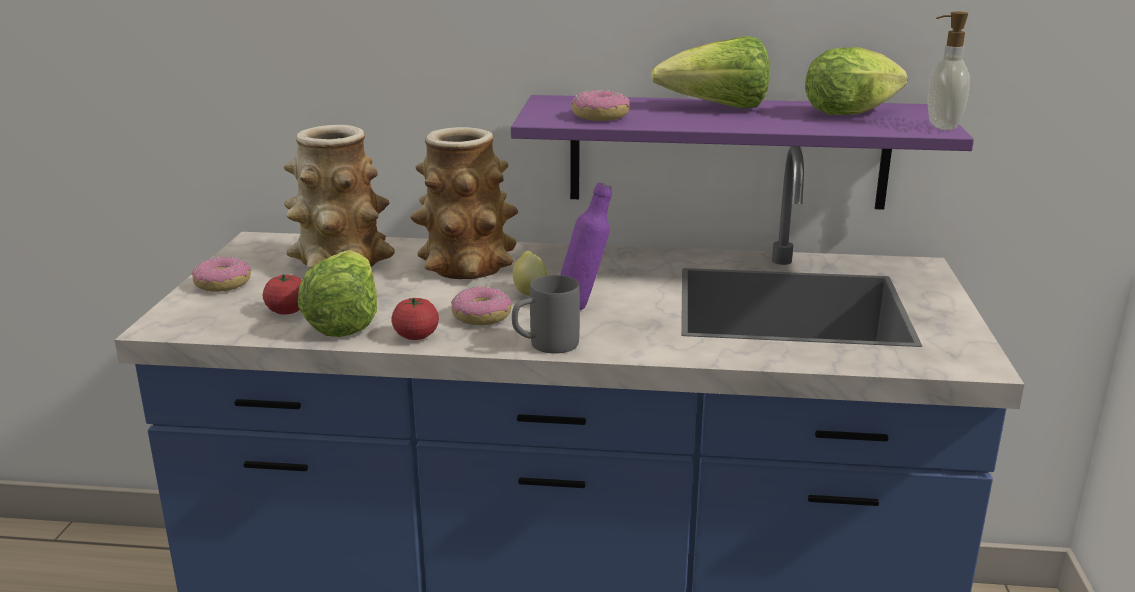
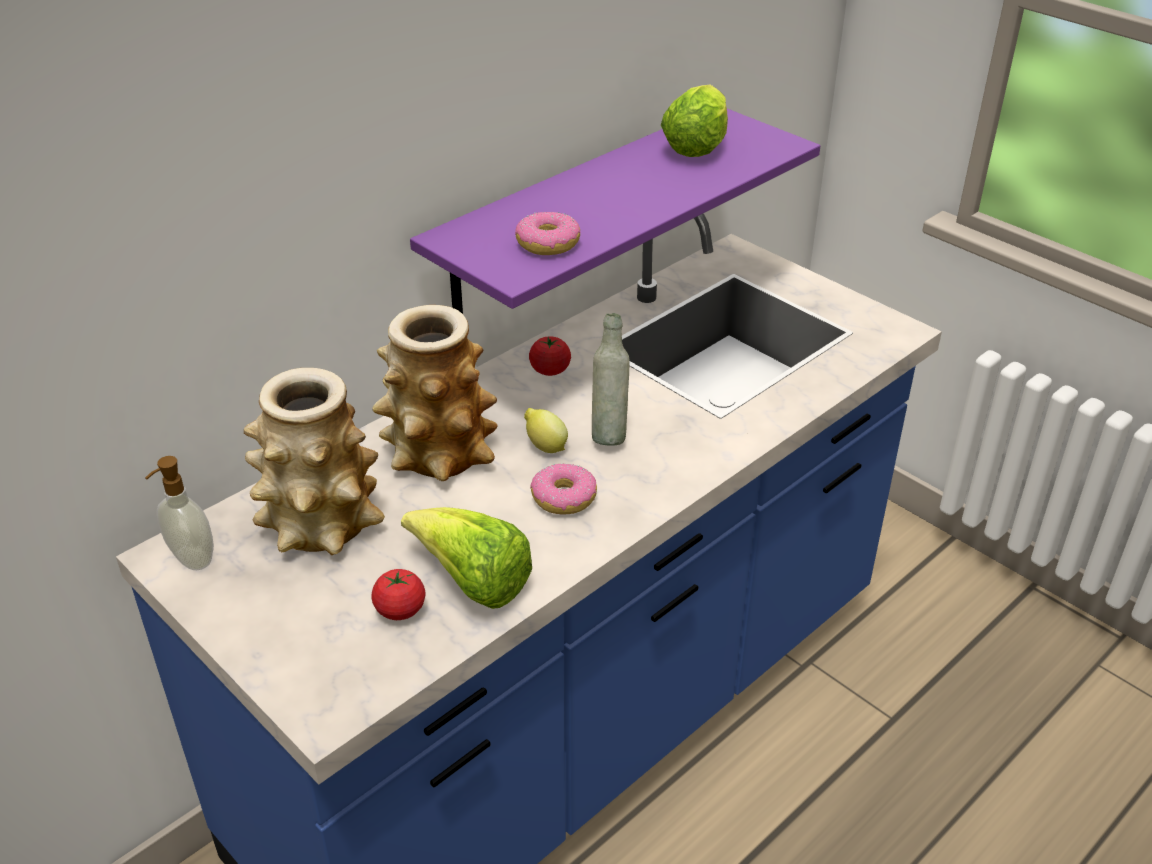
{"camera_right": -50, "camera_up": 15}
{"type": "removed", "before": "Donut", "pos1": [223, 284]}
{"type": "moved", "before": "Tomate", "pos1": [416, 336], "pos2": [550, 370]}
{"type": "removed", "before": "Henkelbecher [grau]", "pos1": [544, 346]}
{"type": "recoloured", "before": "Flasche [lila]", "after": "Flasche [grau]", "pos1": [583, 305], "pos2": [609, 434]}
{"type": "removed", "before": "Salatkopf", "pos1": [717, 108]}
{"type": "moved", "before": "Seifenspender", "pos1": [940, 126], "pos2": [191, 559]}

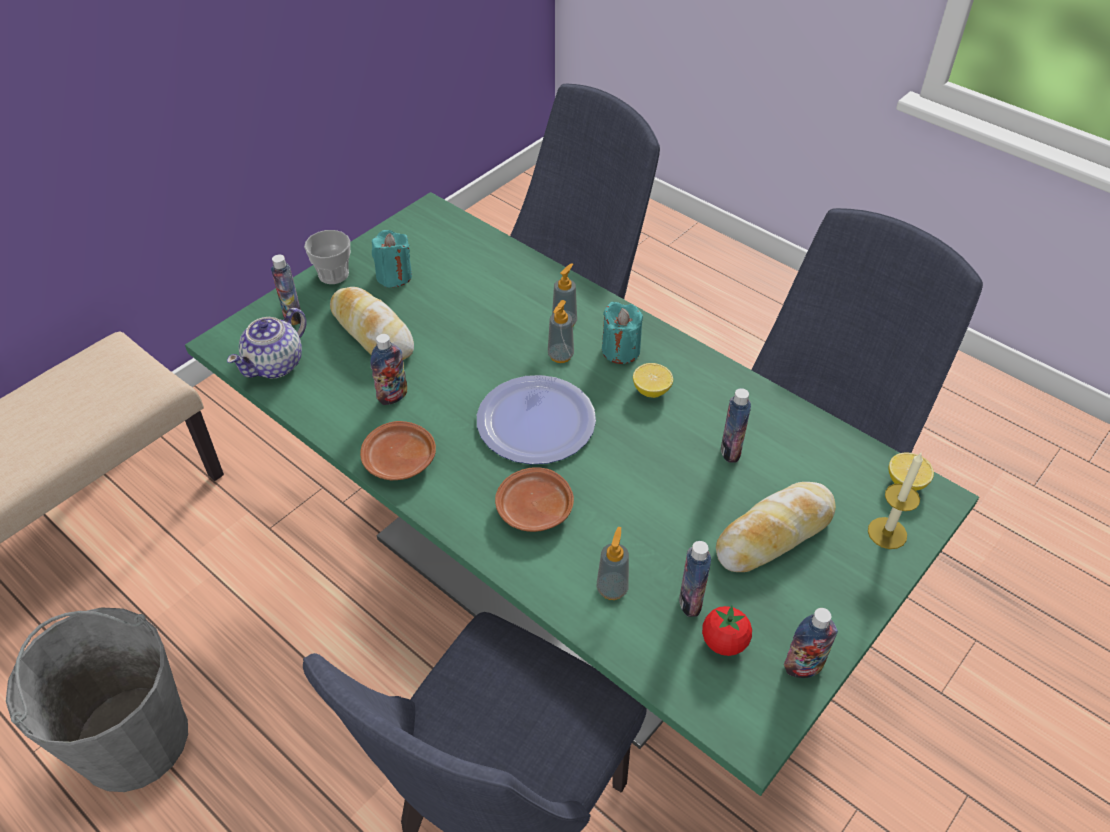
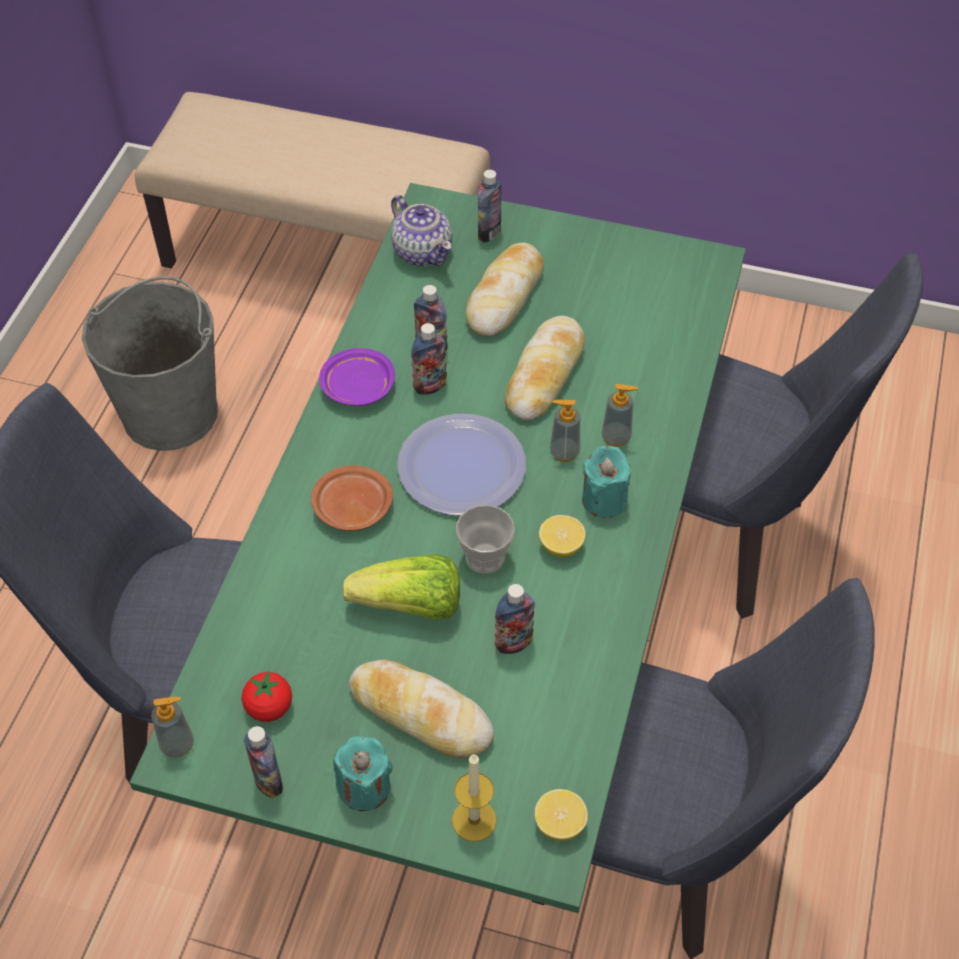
{"camera_right": 65, "camera_up": 5}
{"type": "turned", "before": "Teekanne", "pos1": [276, 364], "pos2": [422, 251], "turn": -135}
{"type": "moved", "before": "Tasse", "pos1": [333, 274], "pos2": [485, 557]}
{"type": "recoloured", "before": "Teller [braun]", "after": "Teller [lila]", "pos1": [400, 460], "pos2": [357, 387]}
{"type": "moved", "before": "Kerze [türkis]", "pos1": [394, 276], "pos2": [364, 787]}
{"type": "moved", "before": "Seifenspender", "pos1": [612, 588], "pos2": [177, 744]}
{"type": "moved", "before": "Flasche", "pos1": [690, 602], "pos2": [430, 386]}
{"type": "added", "after": "Salatkopf", "pos2": [411, 606]}
{"type": "added", "after": "Brot", "pos2": [544, 375]}

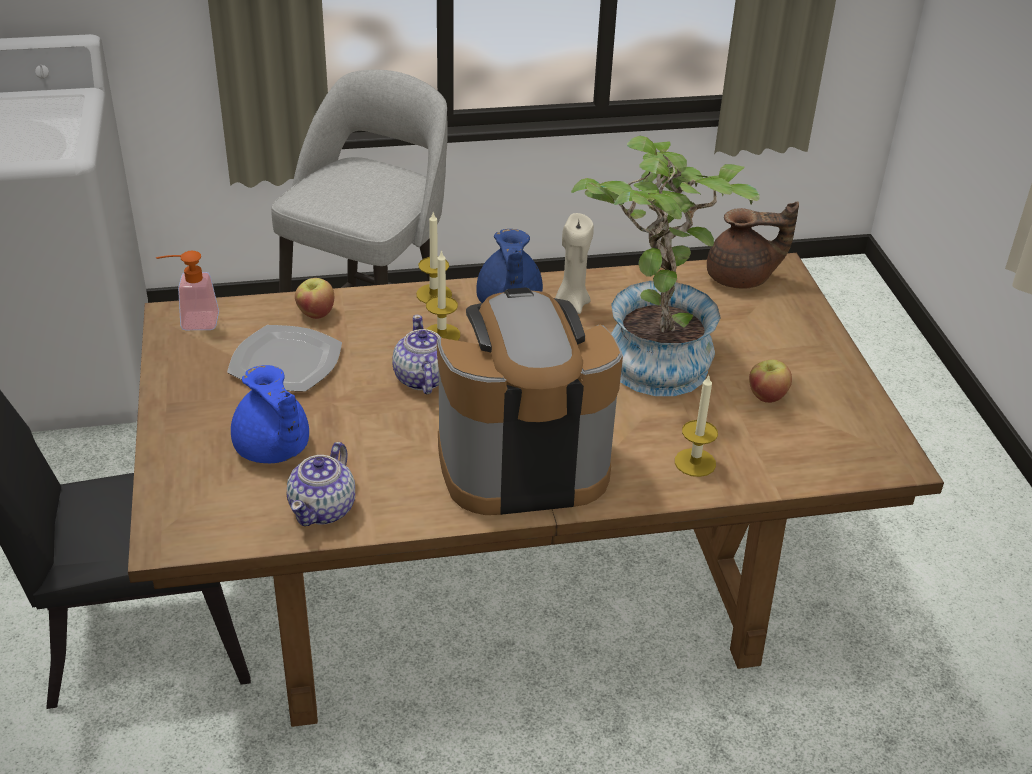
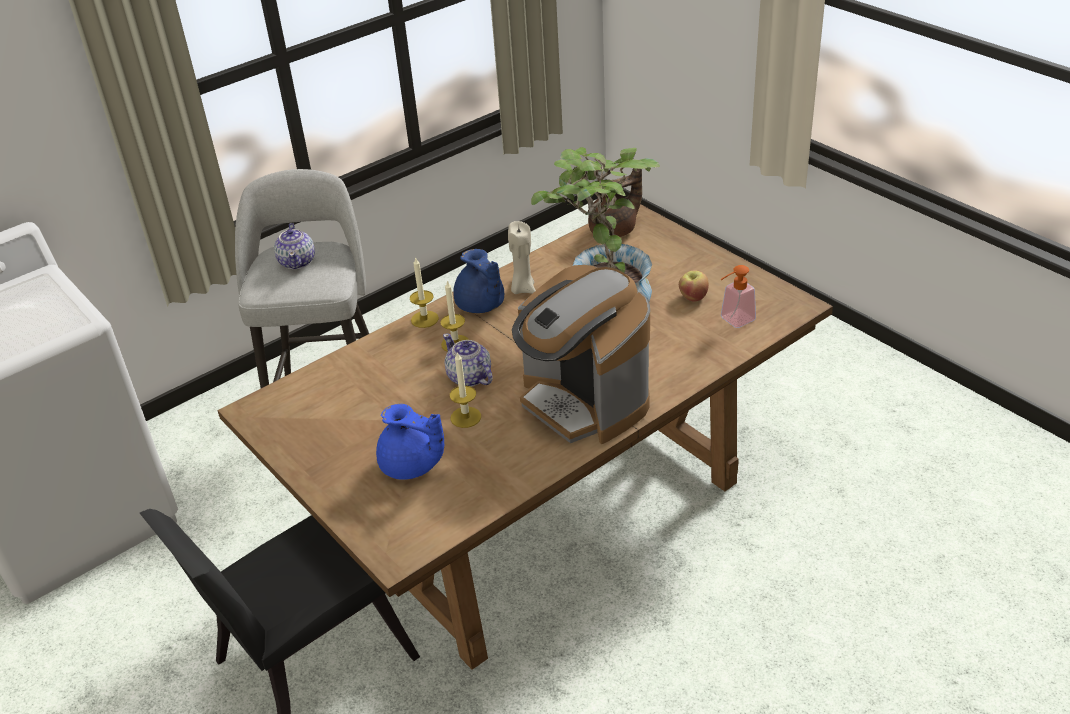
{"camera_right": -25, "camera_up": 0}
{"type": "moved", "before": "Seifenspender", "pos1": [192, 321], "pos2": [733, 321]}
{"type": "removed", "before": "Teller", "pos1": [285, 361]}
{"type": "moved", "before": "Teekanne", "pos1": [324, 508], "pos2": [297, 261]}
{"type": "removed", "before": "Apfel", "pos1": [315, 313]}
{"type": "turned", "before": "Kaffeemaschine", "pos1": [522, 463], "pos2": [583, 402], "turn": -90}
{"type": "moved", "before": "Kerze", "pos1": [695, 462], "pos2": [465, 417]}

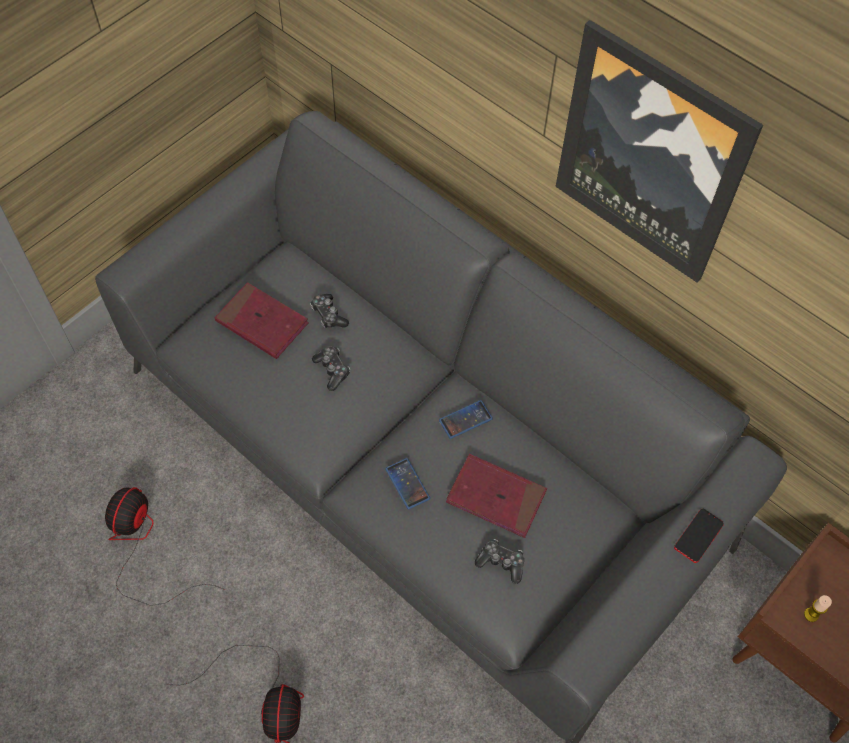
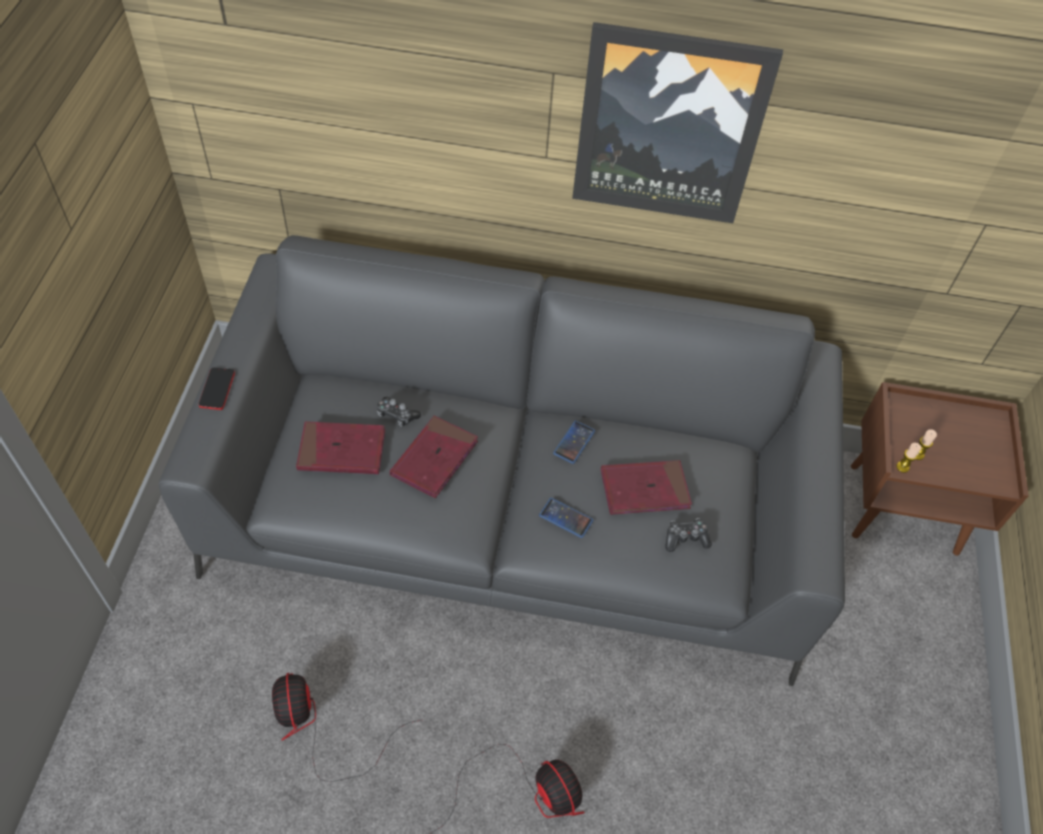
{"camera_right": -35, "camera_up": -5}
{"type": "replaced", "before": "Gamepad", "after": "Buch [rot]", "pos1": [332, 370], "pos2": [434, 459]}
{"type": "moved", "before": "Handy", "pos1": [698, 536], "pos2": [217, 389]}
{"type": "added", "after": "Kerze", "pos2": [902, 467]}

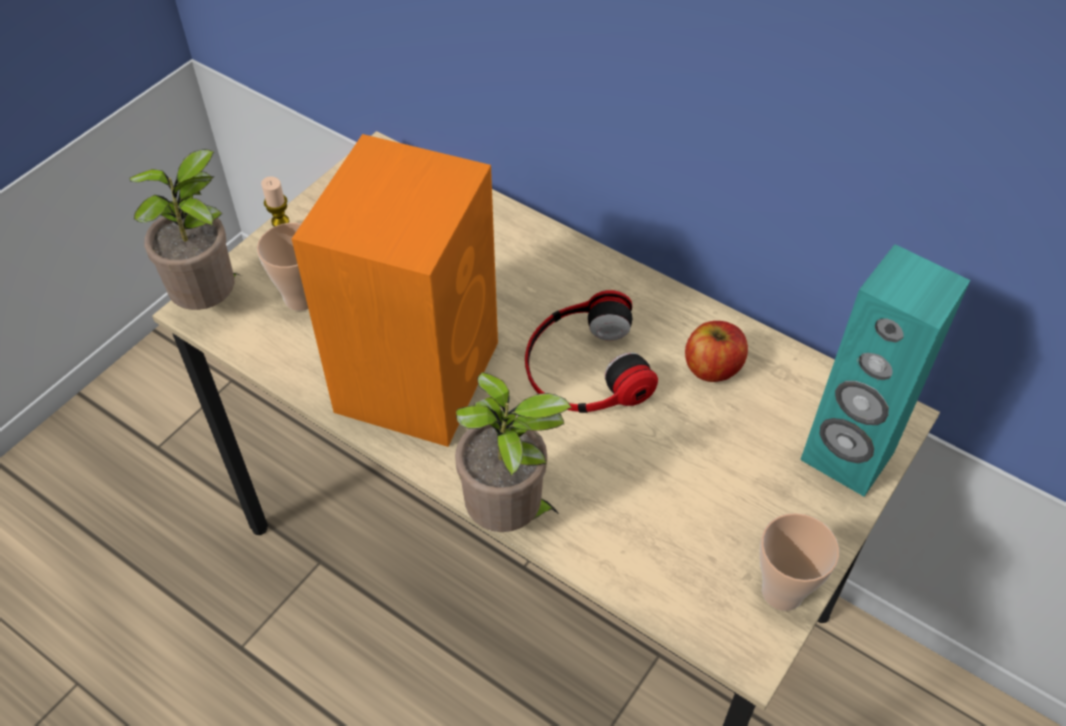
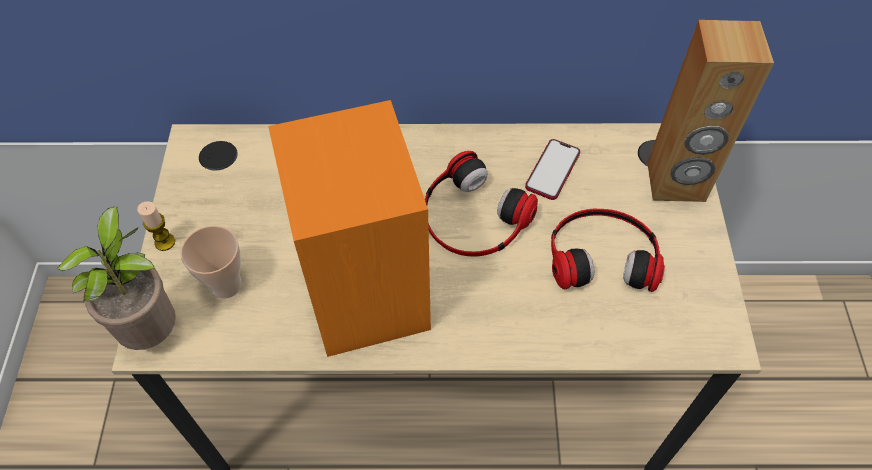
{"camera_right": -35, "camera_up": 5}
{"type": "removed", "before": "Topfpflanze", "pos1": [509, 517]}
{"type": "replaced", "before": "Apfel", "after": "Handy", "pos1": [712, 367], "pos2": [552, 170]}
{"type": "removed", "before": "Tasse", "pos1": [782, 592]}
{"type": "recoloured", "before": "Lautsprecher [türkis]", "after": "Lautsprecher [braun]", "pos1": [846, 457], "pos2": [676, 182]}
{"type": "added", "after": "Kopfhörer", "pos2": [602, 254]}

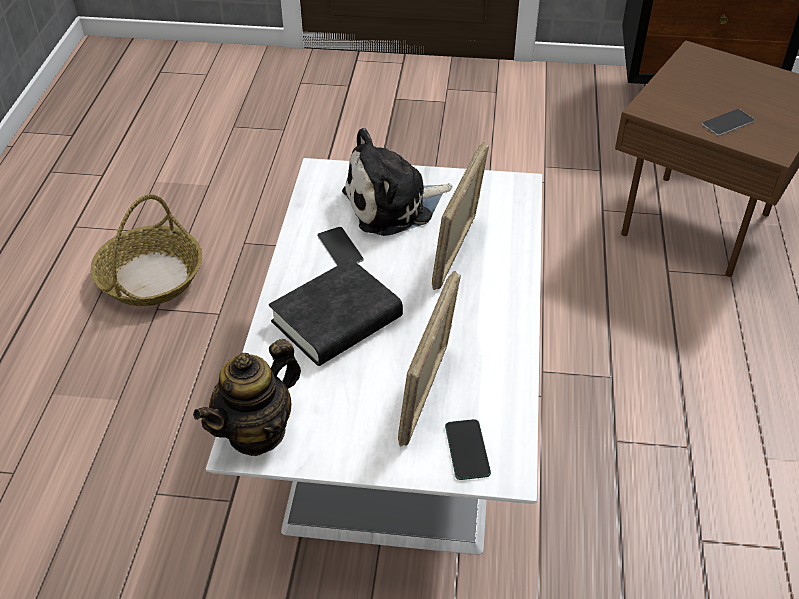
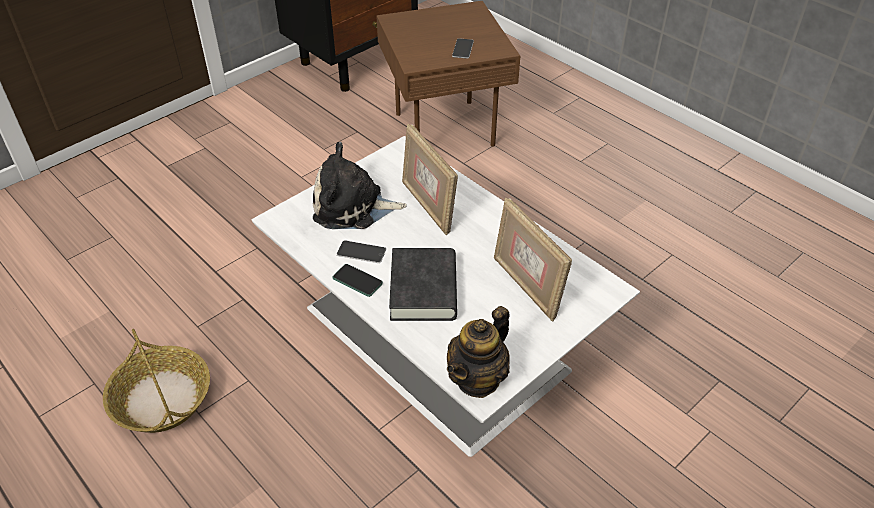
{"camera_right": -50, "camera_up": 0}
{"type": "turned", "before": "Teekanne", "pos1": [257, 432], "pos2": [478, 379], "turn": 45}
{"type": "turned", "before": "Plüschtier", "pos1": [393, 205], "pos2": [353, 207], "turn": 75}
{"type": "moved", "before": "Handy", "pos1": [467, 450], "pos2": [357, 281]}

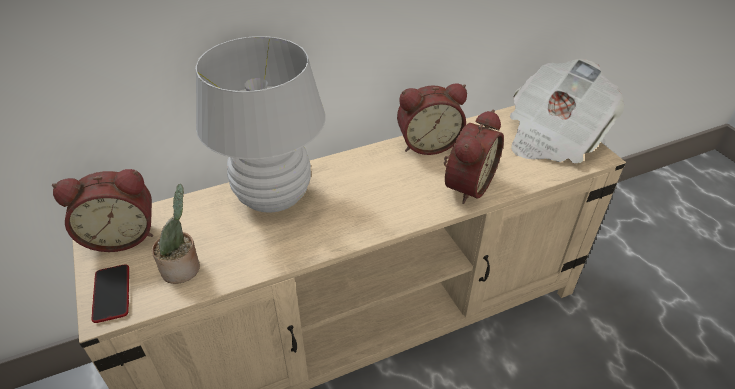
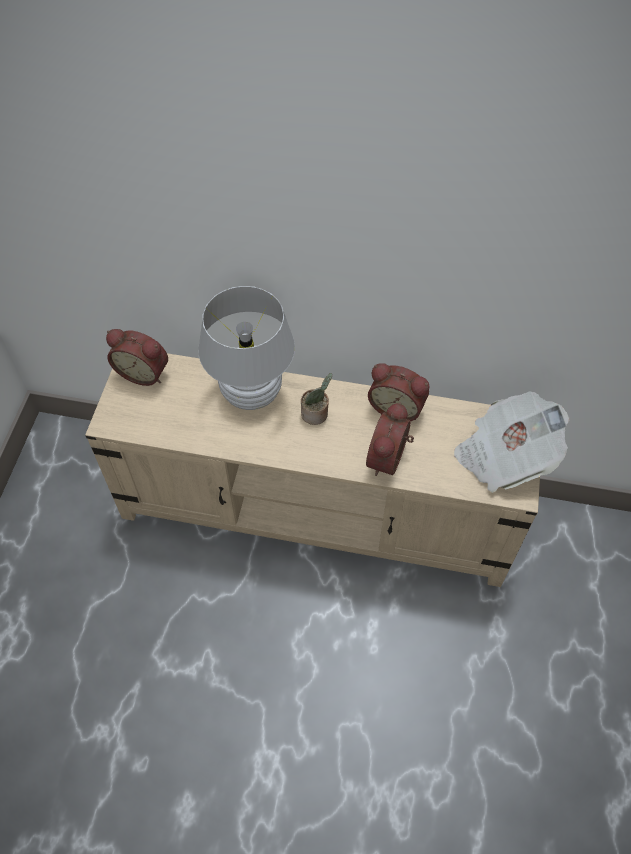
{"camera_right": 35, "camera_up": 15}
{"type": "removed", "before": "Handy", "pos1": [111, 293]}
{"type": "moved", "before": "Topfpflanze", "pos1": [183, 268], "pos2": [316, 414]}
{"type": "turned", "before": "Wecker", "pos1": [466, 185], "pos2": [390, 459], "turn": 135}

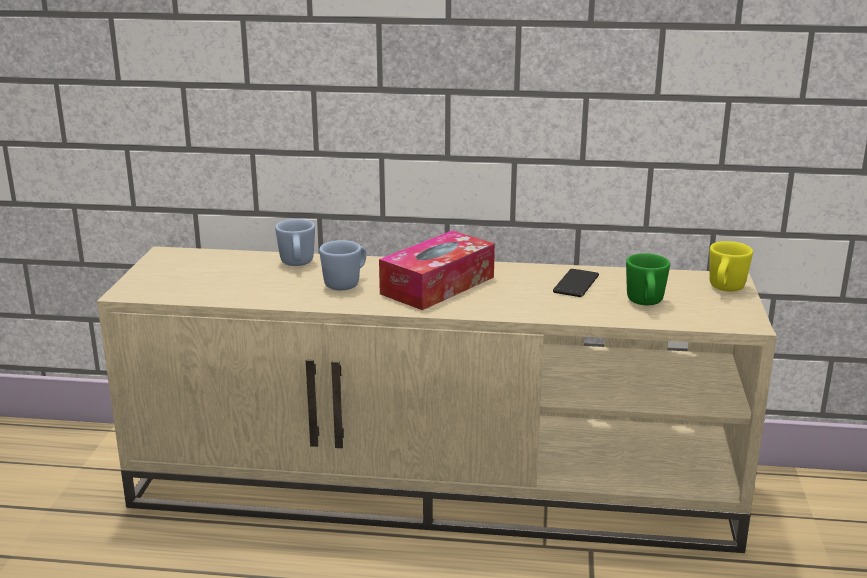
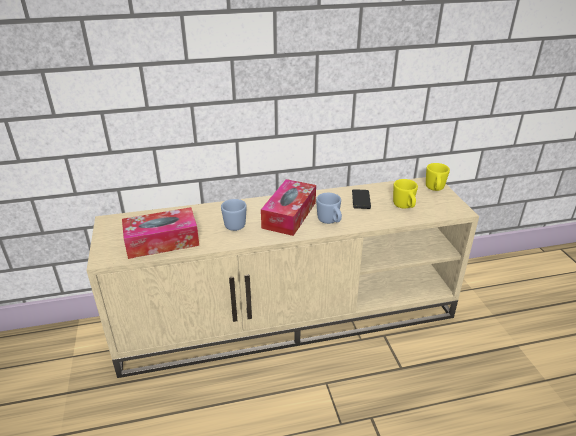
{"camera_right": -20, "camera_up": 10}
{"type": "moved", "before": "Henkelbecher [blau]", "pos1": [297, 264], "pos2": [330, 221]}
{"type": "recoloured", "before": "Henkelbecher [grün]", "after": "Henkelbecher [gelb]", "pos1": [645, 303], "pos2": [404, 206]}
{"type": "added", "after": "Taschentuchbox", "pos2": [162, 241]}

